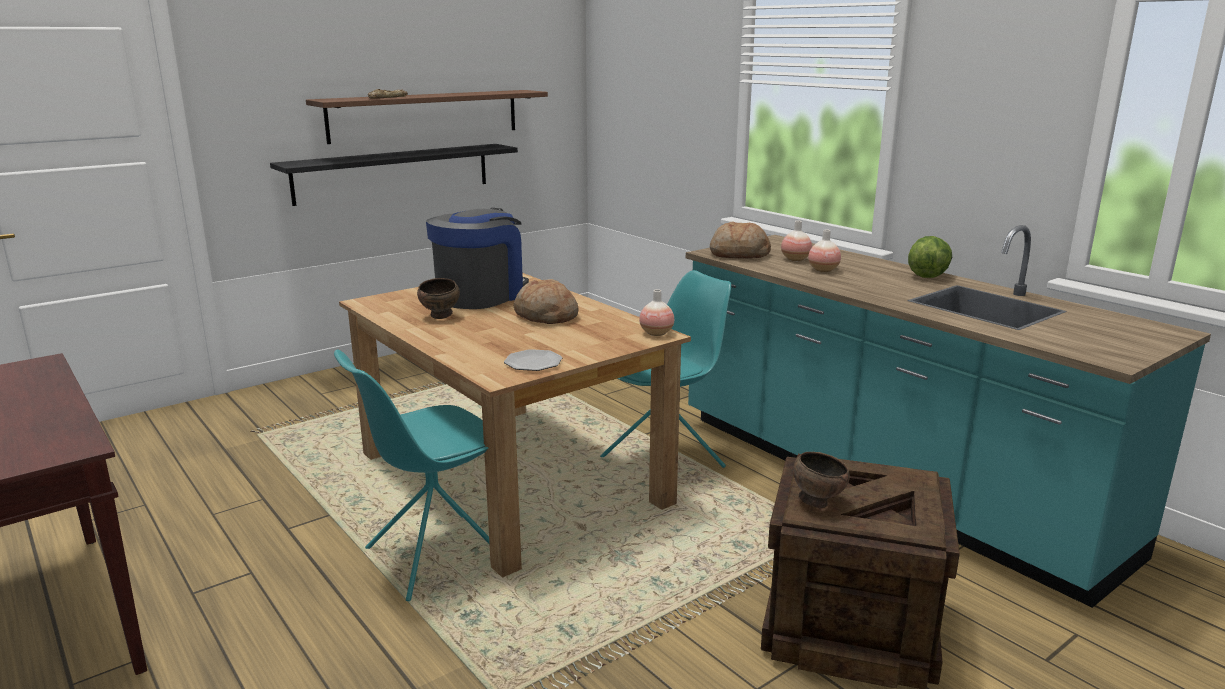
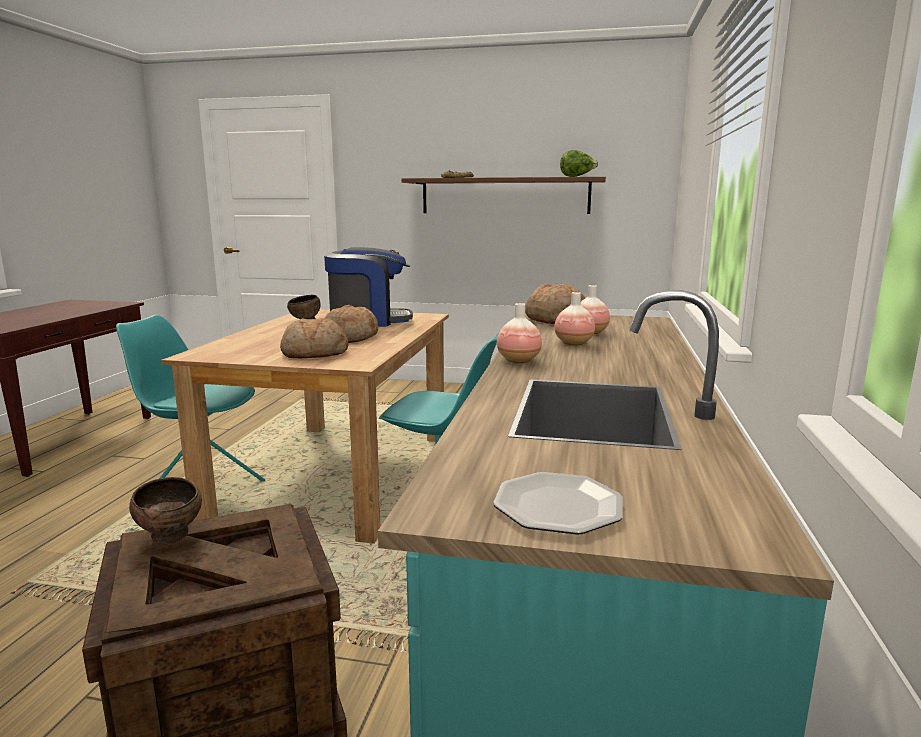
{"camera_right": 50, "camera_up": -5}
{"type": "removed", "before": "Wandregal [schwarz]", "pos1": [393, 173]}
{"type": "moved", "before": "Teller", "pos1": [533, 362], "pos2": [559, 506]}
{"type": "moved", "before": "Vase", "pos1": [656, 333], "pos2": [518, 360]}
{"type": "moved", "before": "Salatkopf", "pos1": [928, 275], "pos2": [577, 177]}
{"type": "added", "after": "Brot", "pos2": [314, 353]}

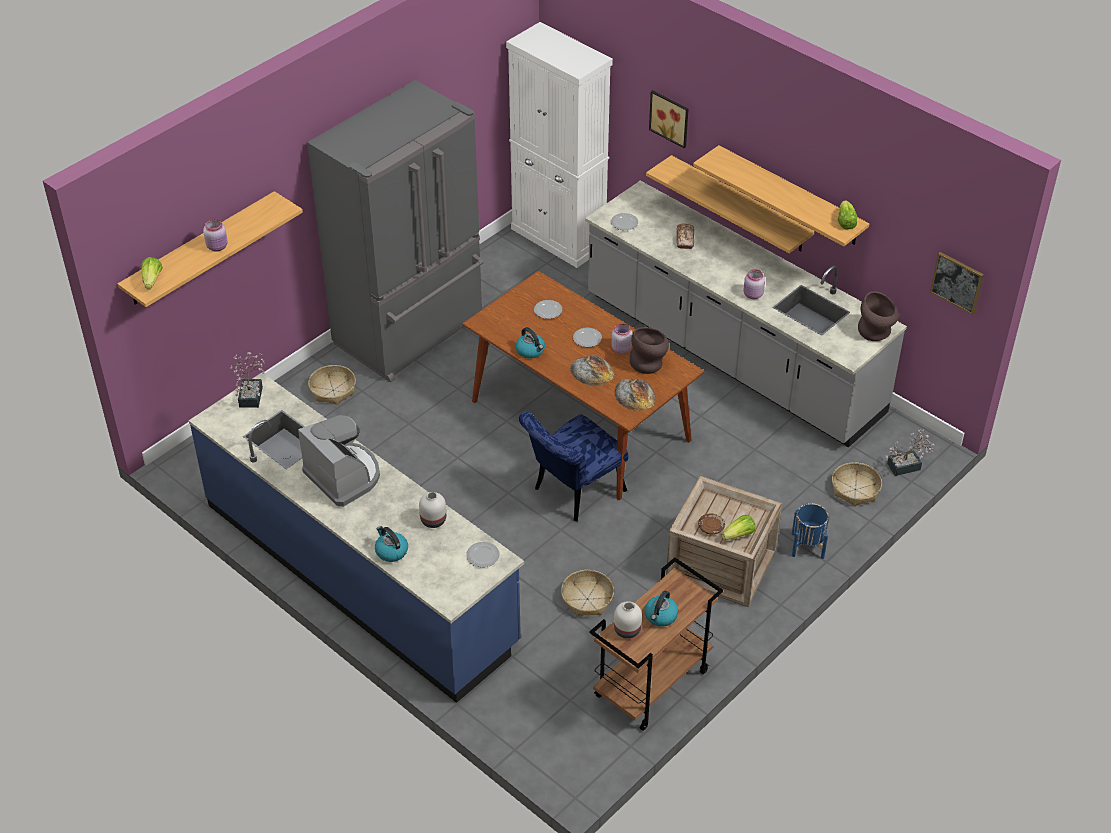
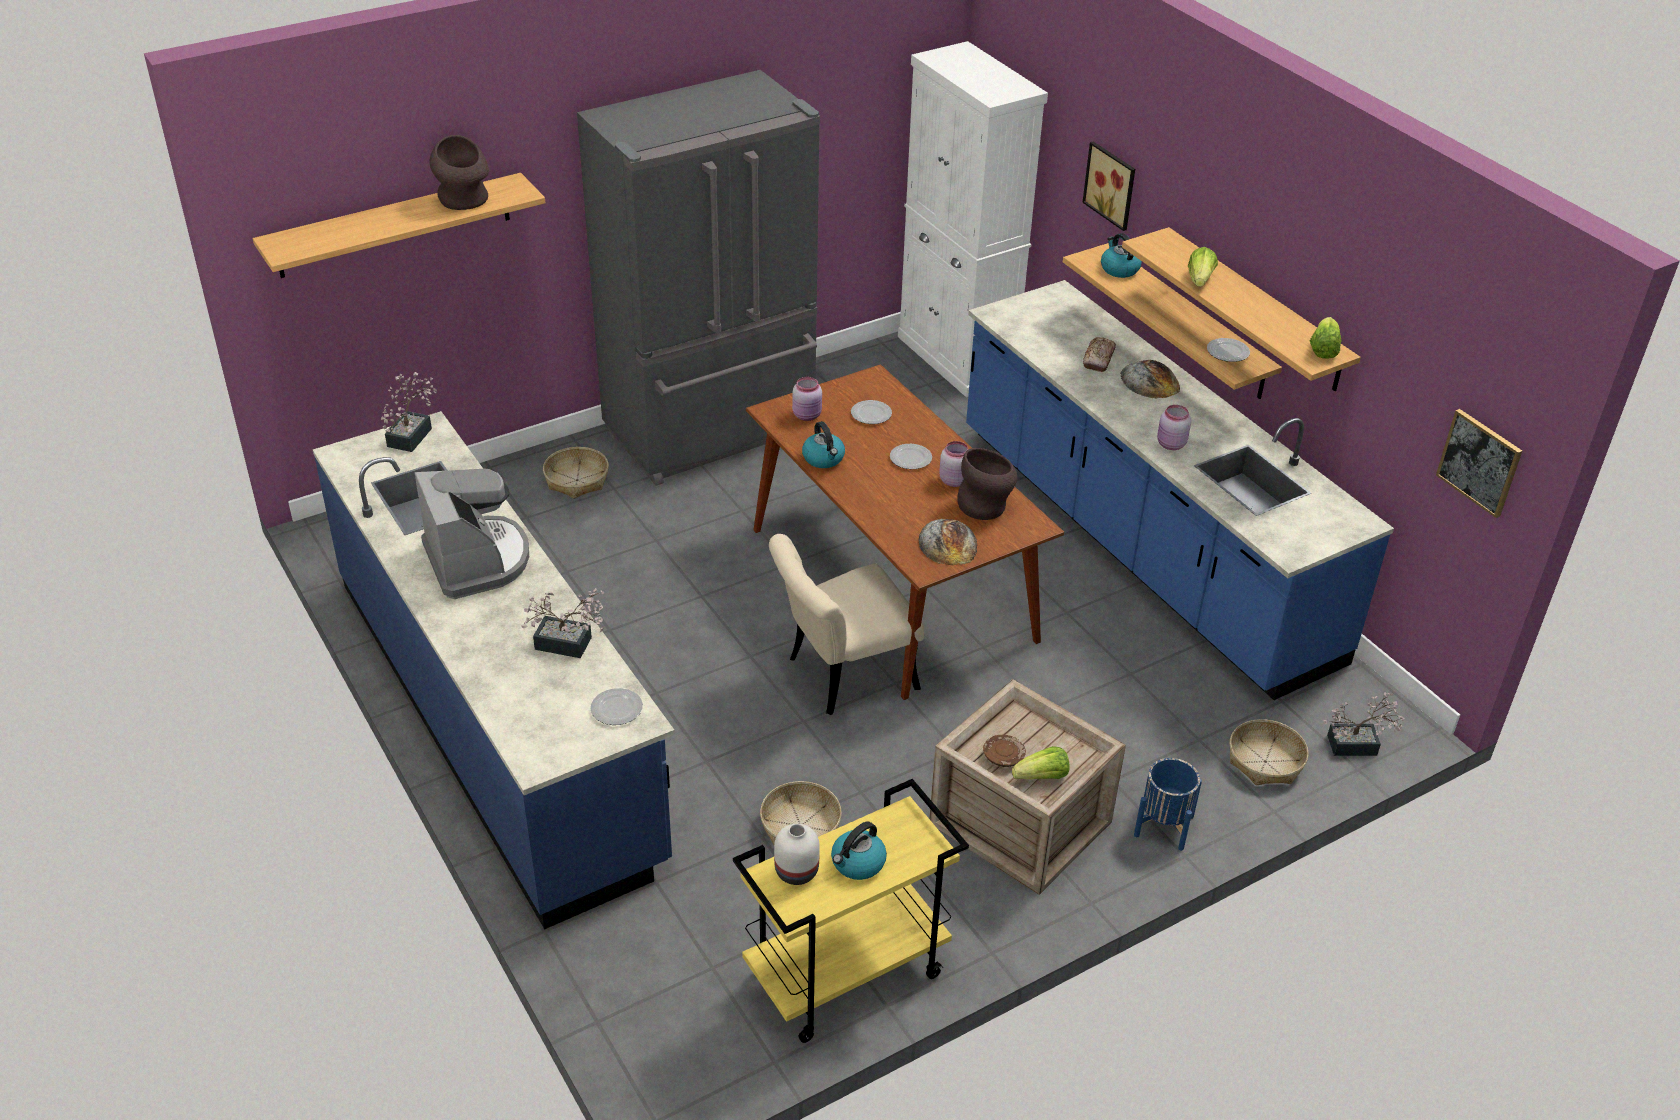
{"camera_right": 15, "camera_up": -5}
{"type": "moved", "before": "Salatkopf", "pos1": [152, 280], "pos2": [1200, 280]}
{"type": "moved", "before": "Vorratsglas [rosa]", "pos1": [218, 247], "pos2": [808, 415]}
{"type": "moved", "before": "Wasserkessel", "pos1": [391, 551], "pos2": [1119, 269]}
{"type": "replaced", "before": "Vase [weiß]", "after": "Topfpflanze", "pos1": [433, 520], "pos2": [569, 645]}
{"type": "recoloured", "before": "Stuhl [blau]", "after": "Stuhl [beige]", "pos1": [572, 492], "pos2": [841, 675]}
{"type": "moved", "before": "Brot", "pos1": [592, 371], "pos2": [1149, 381]}
{"type": "recoloured", "before": "Küchenzeile [grau]", "after": "Küchenzeile [blau]", "pos1": [732, 355], "pos2": [1141, 544]}
{"type": "recoloured", "before": "Rollwagen [braun]", "after": "Rollwagen [gelb]", "pos1": [652, 685], "pos2": [845, 976]}
{"type": "moved", "before": "Teller", "pos1": [624, 223], "pos2": [1228, 352]}
{"type": "moved", "before": "Vase [braun]", "pos1": [875, 333], "pos2": [464, 202]}

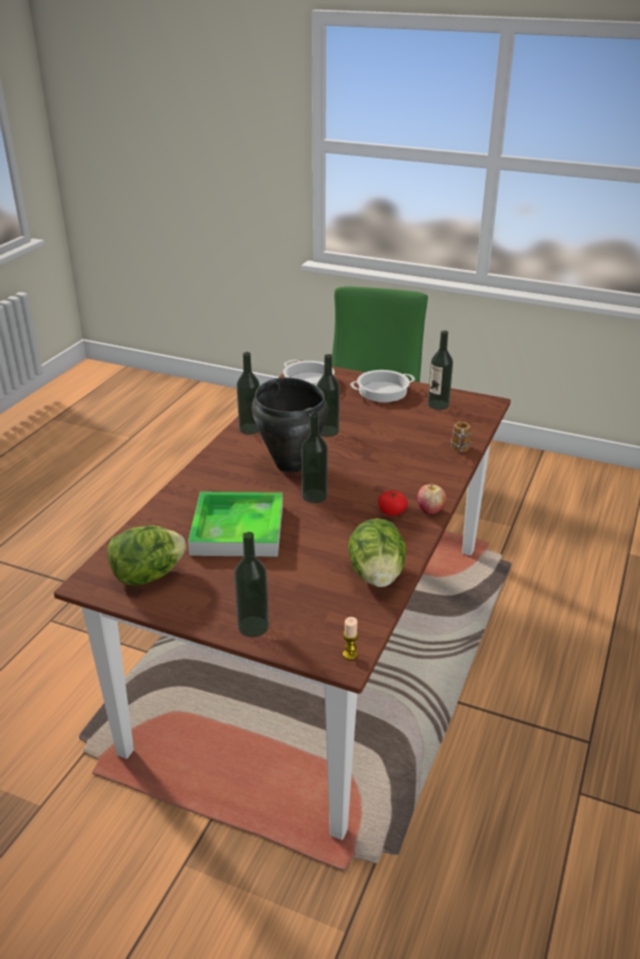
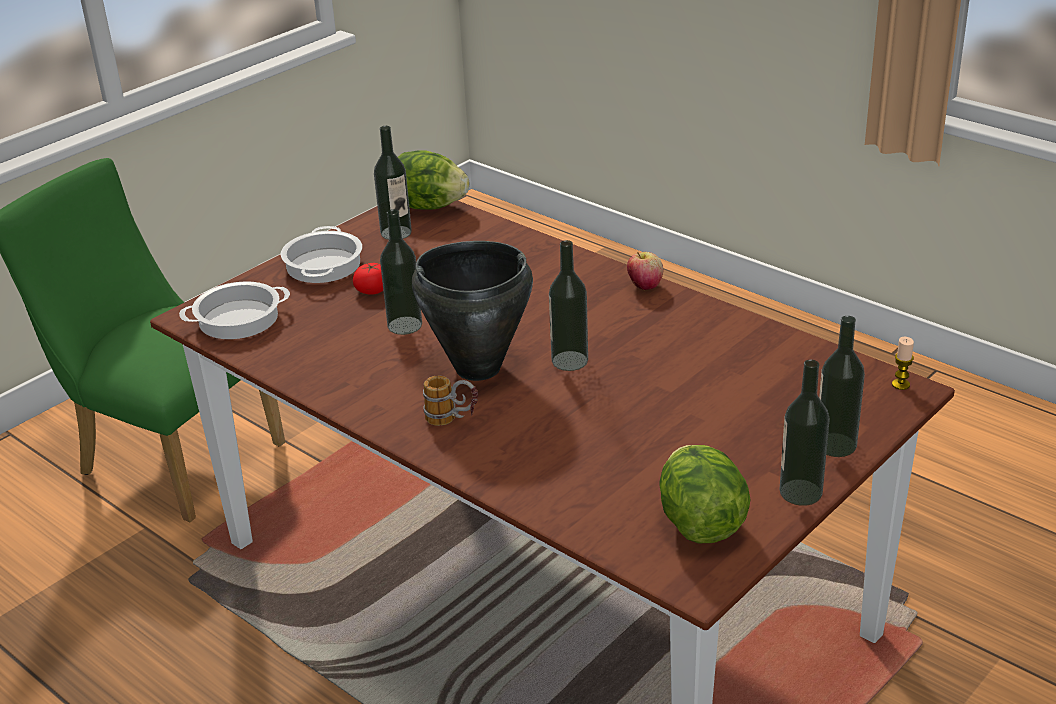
{"camera_right": -70, "camera_up": 0}
{"type": "removed", "before": "Tablett", "pos1": [238, 529]}
{"type": "moved", "before": "Flasche", "pos1": [250, 429], "pos2": [800, 492]}
{"type": "moved", "before": "Salatkopf", "pos1": [376, 575], "pos2": [429, 206]}
{"type": "moved", "before": "Tomate", "pos1": [392, 511], "pos2": [372, 290]}
{"type": "moved", "before": "Henkelbecher", "pos1": [460, 452], "pos2": [453, 420]}

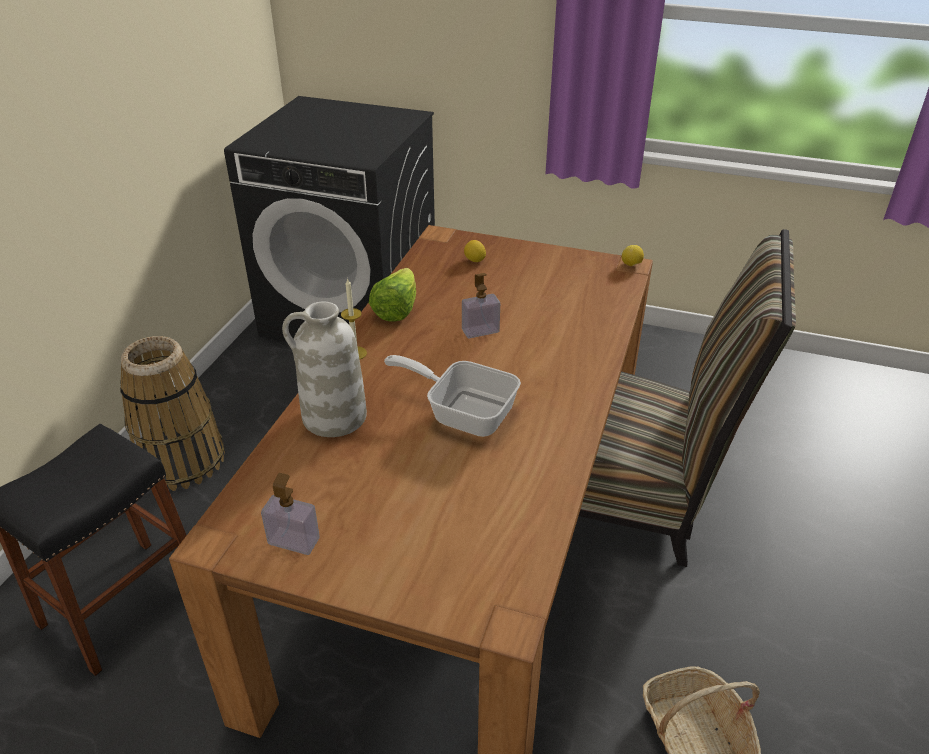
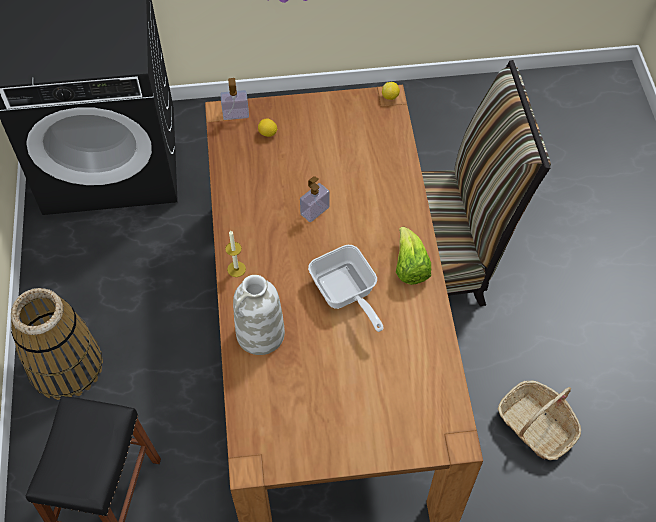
{"camera_right": -25, "camera_up": 20}
{"type": "moved", "before": "Seifenspender", "pos1": [294, 541], "pos2": [236, 114]}
{"type": "moved", "before": "Salatkopf", "pos1": [396, 310], "pos2": [410, 267]}
{"type": "turned", "before": "Pfanne", "pos1": [463, 412], "pos2": [345, 294], "turn": -120}

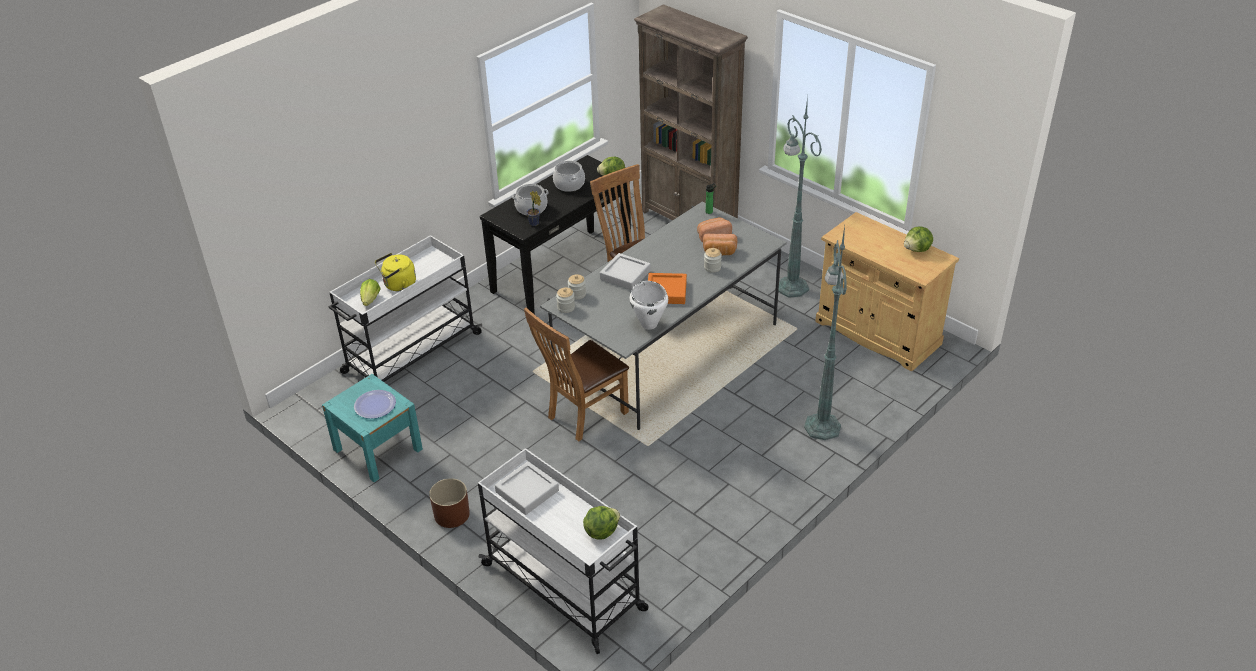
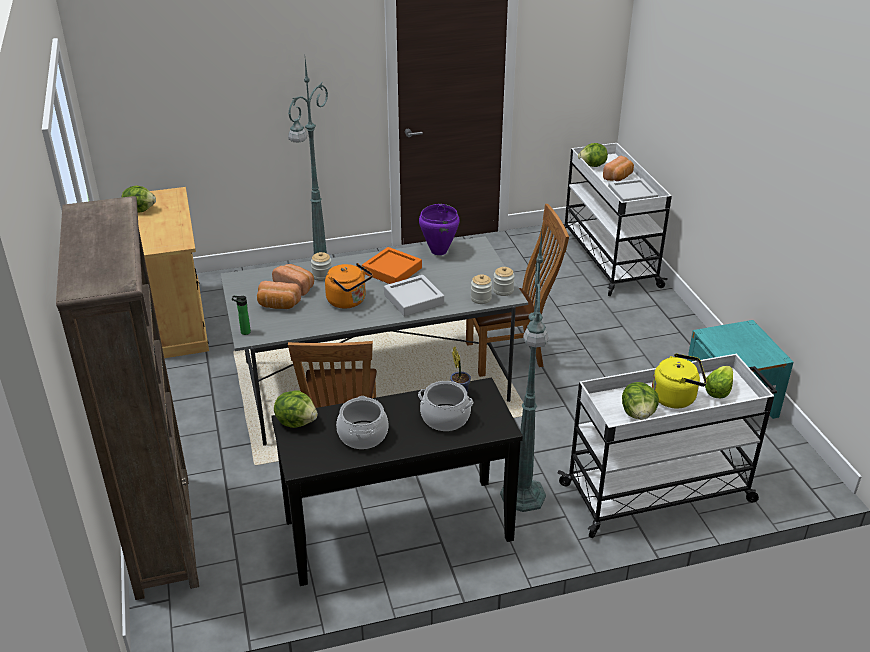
{"camera_right": -150, "camera_up": -5}
{"type": "removed", "before": "Teller", "pos1": [375, 405]}
{"type": "removed", "before": "Pflanzkübel [braun]", "pos1": [451, 514]}
{"type": "recoloured", "before": "Kochtopf [weiß]", "after": "Kochtopf [lila]", "pos1": [649, 324], "pos2": [438, 251]}
{"type": "moved", "before": "Stehlampe [grün]", "pos1": [791, 286], "pos2": [522, 497]}
{"type": "added", "after": "Wasserkessel [orange]", "pos2": [348, 301]}
{"type": "added", "after": "Brot", "pos2": [618, 177]}
{"type": "added", "after": "Salatkopf", "pos2": [638, 414]}

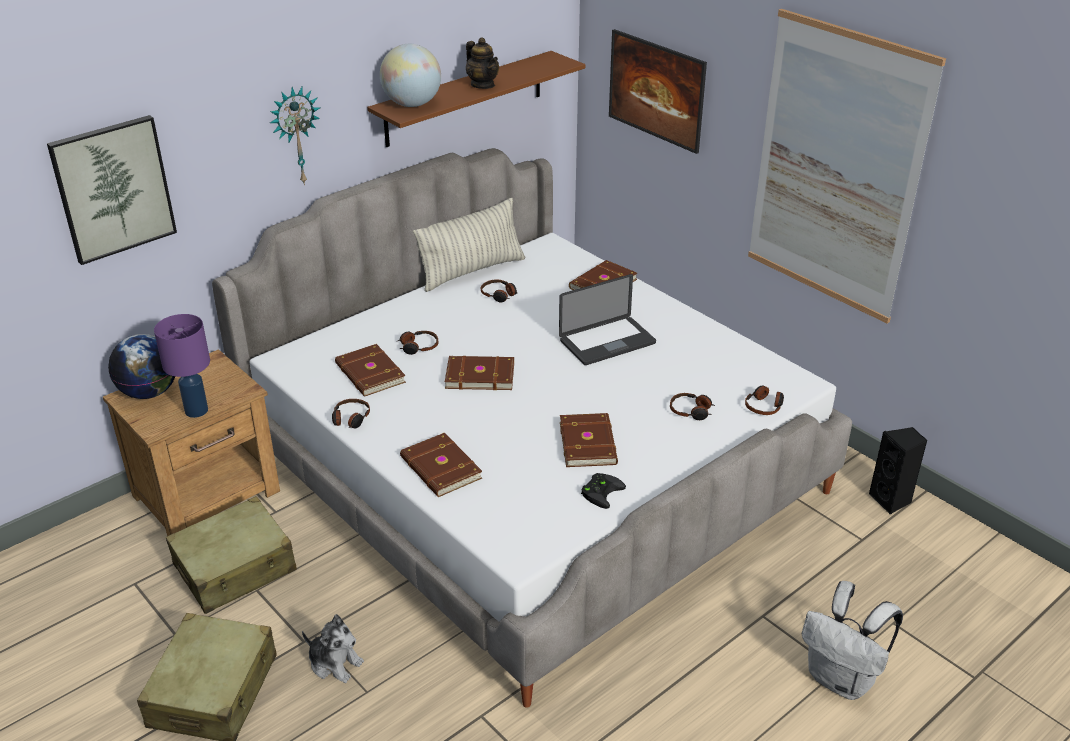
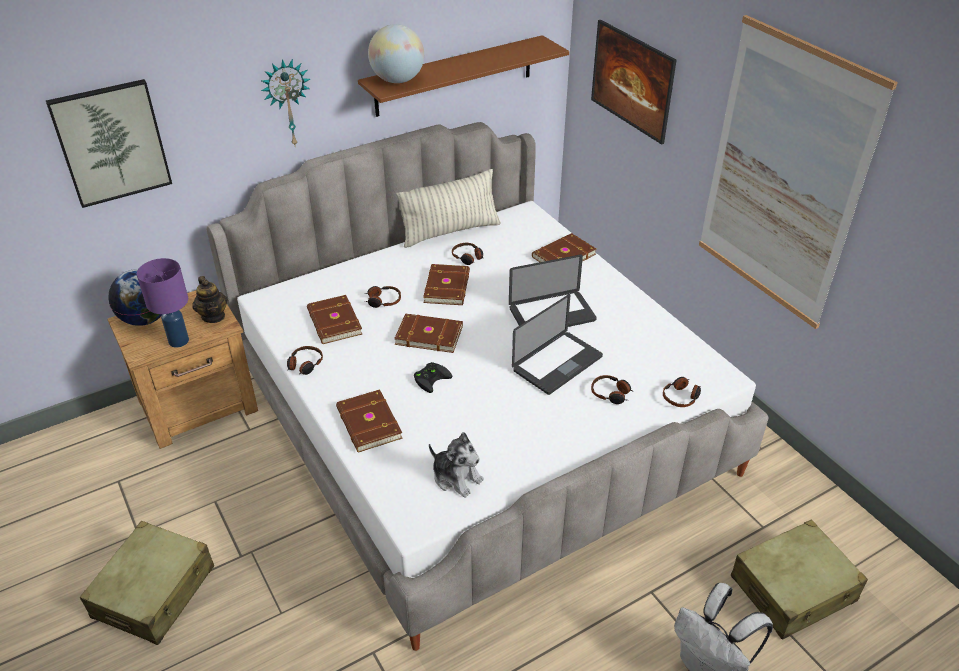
{"camera_right": 10, "camera_up": 5}
{"type": "moved", "before": "Koffer [beige]", "pos1": [235, 568], "pos2": [793, 589]}
{"type": "moved", "before": "Plüschtier", "pos1": [335, 663], "pos2": [456, 477]}
{"type": "moved", "before": "Teekanne", "pos1": [483, 85], "pos2": [213, 316]}
{"type": "moved", "before": "Buch [braun]", "pos1": [589, 443], "pos2": [448, 287]}
{"type": "moved", "before": "Gamepad [schwarz]", "pos1": [601, 491], "pos2": [431, 378]}
{"type": "removed", "before": "Lautsprecher [schwarz]", "pos1": [891, 500]}
{"type": "added", "after": "Laptop", "pos2": [557, 364]}

